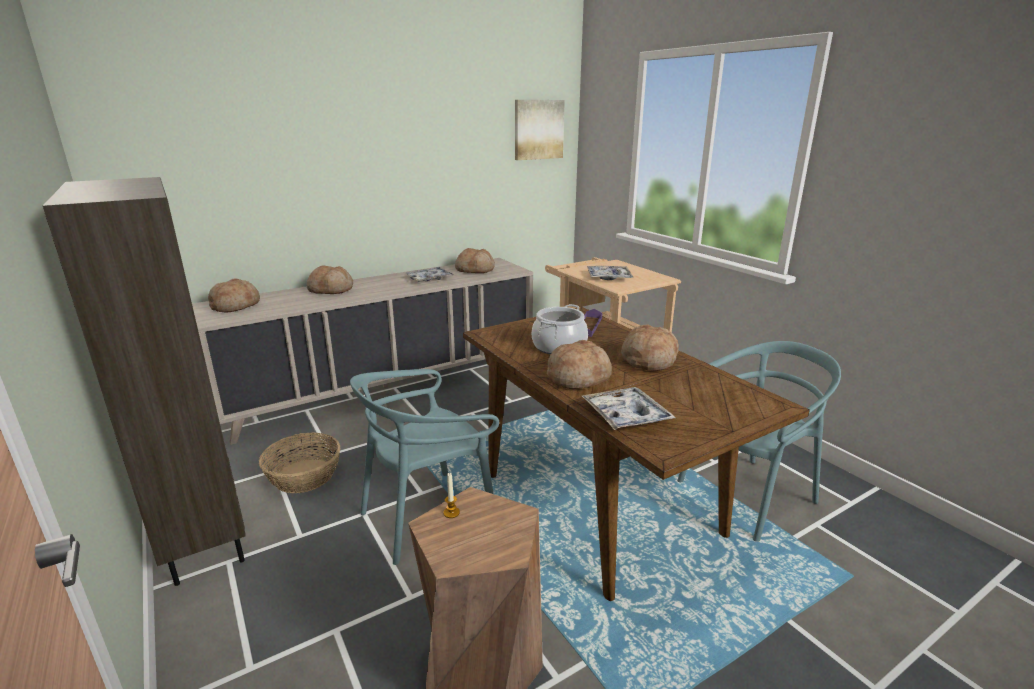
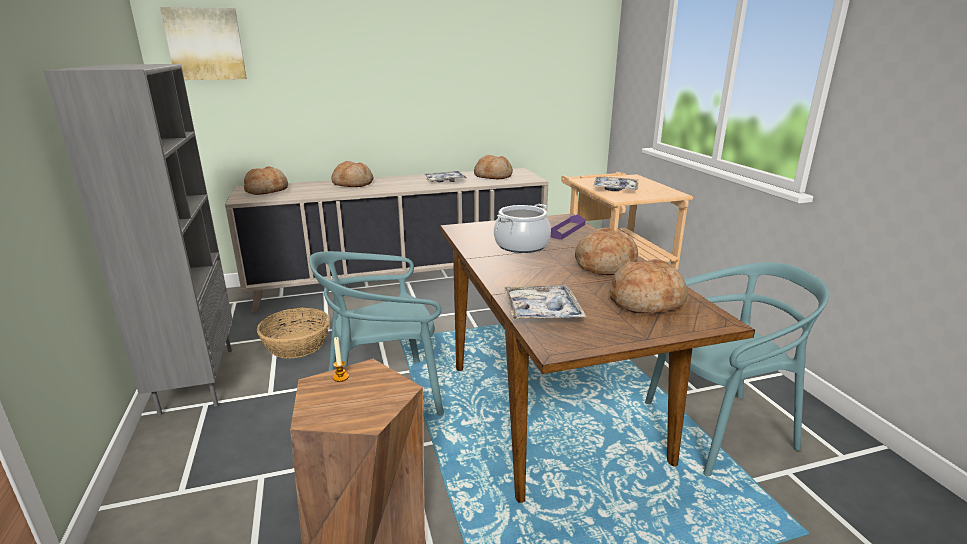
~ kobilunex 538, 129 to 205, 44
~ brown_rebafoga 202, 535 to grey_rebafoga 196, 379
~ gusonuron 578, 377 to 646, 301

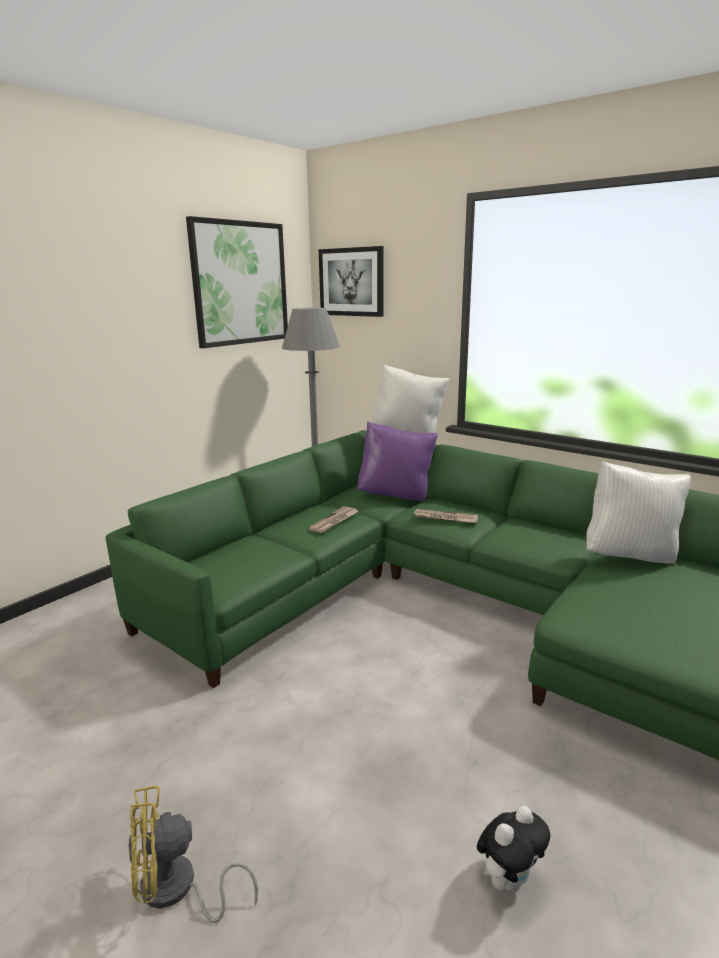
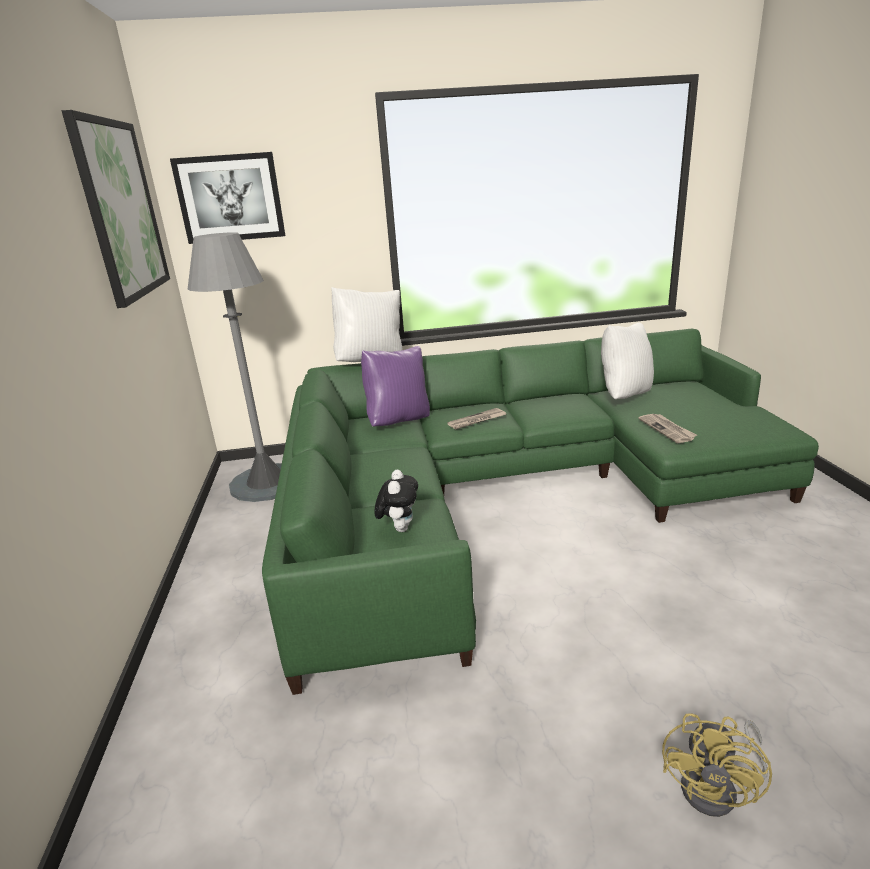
~ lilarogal 334, 521 to 667, 429
~ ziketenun 509, 878 to 399, 528

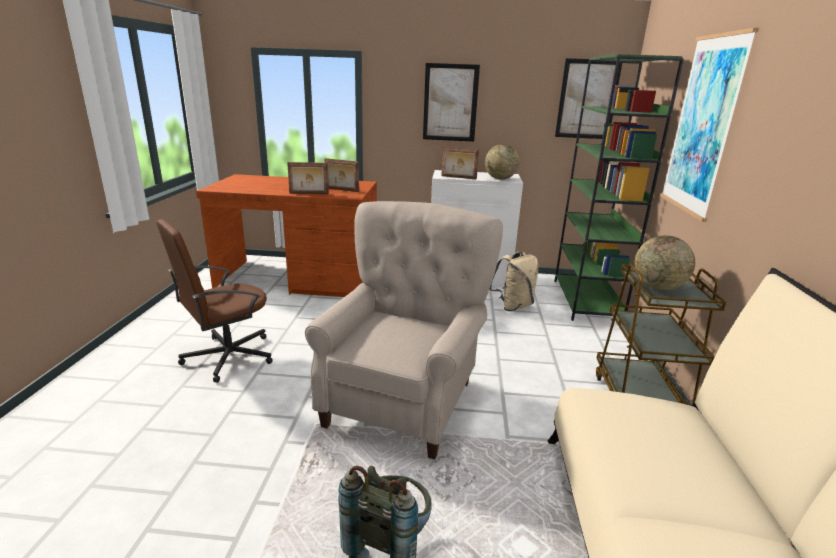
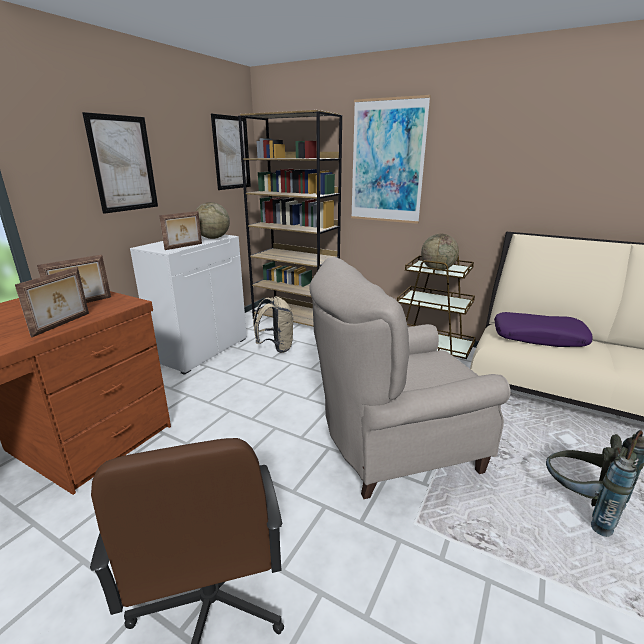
~ green_rebafoga 587, 301 to brown_rebafoga 296, 319
~ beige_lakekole 404, 399 = 392, 448 60 degrees counterclockwise
+ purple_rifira 538, 337

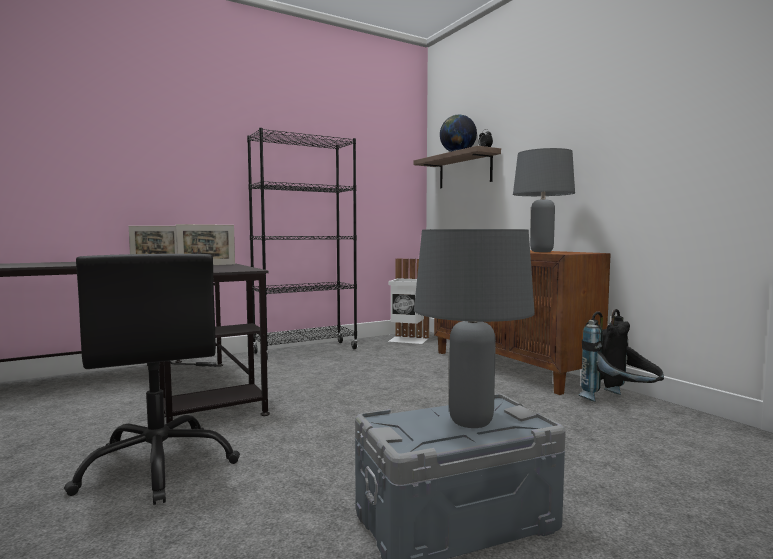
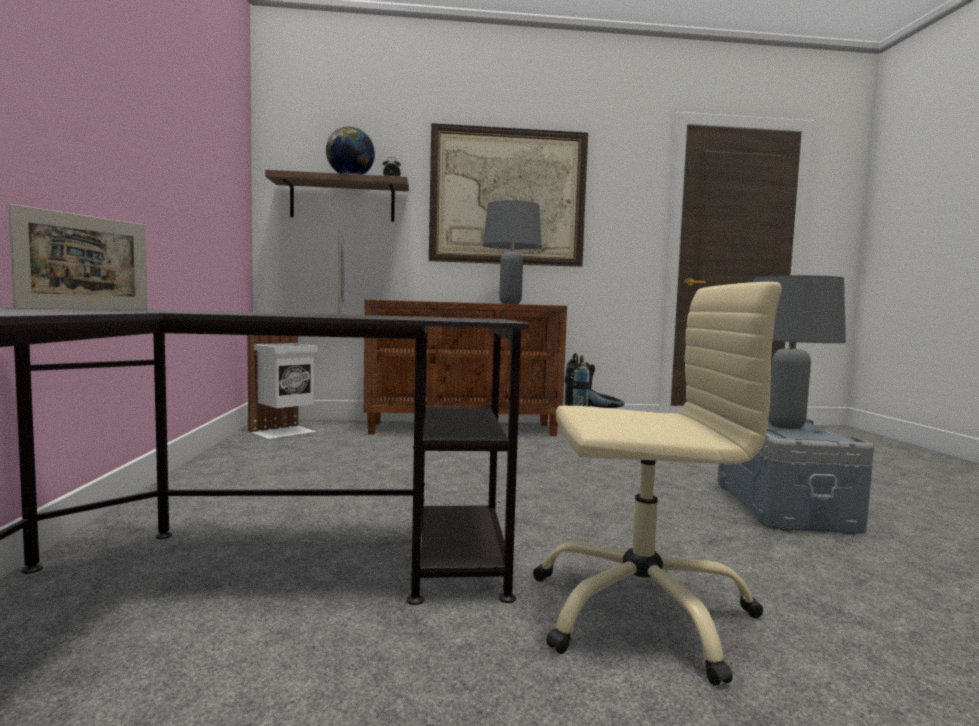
- black_rebafoga 305, 351
~ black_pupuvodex 159, 466 to beige_pupuvodex 640, 611
+ kobilunex 508, 197

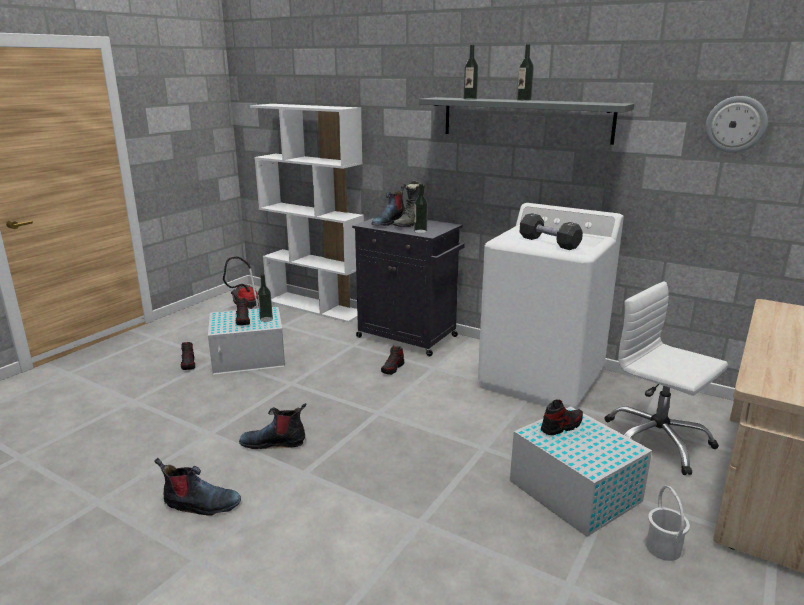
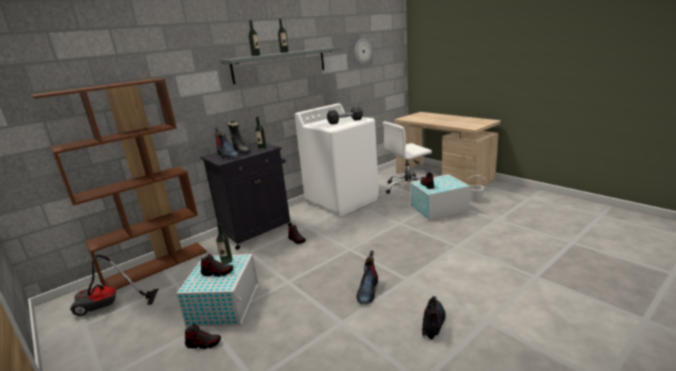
~ white_rebafoga 316, 307 to brown_rebafoga 156, 265

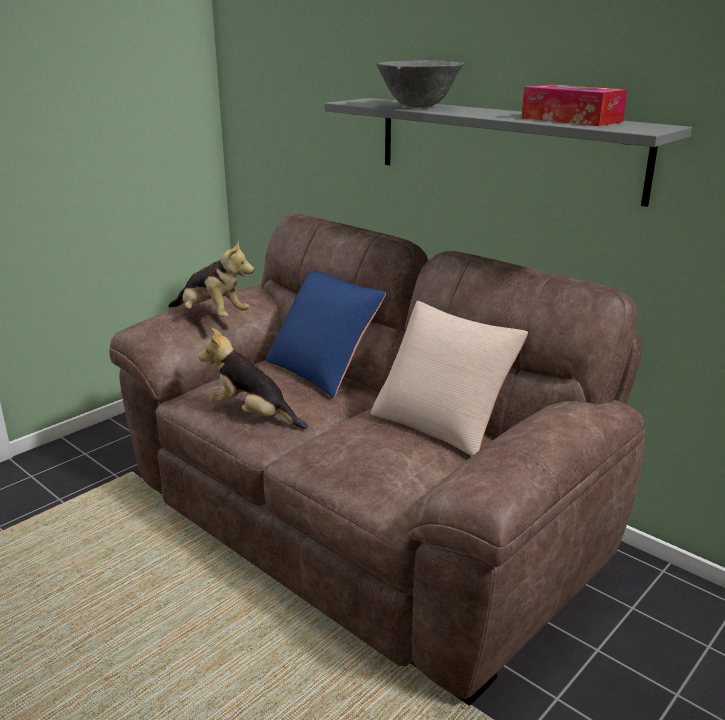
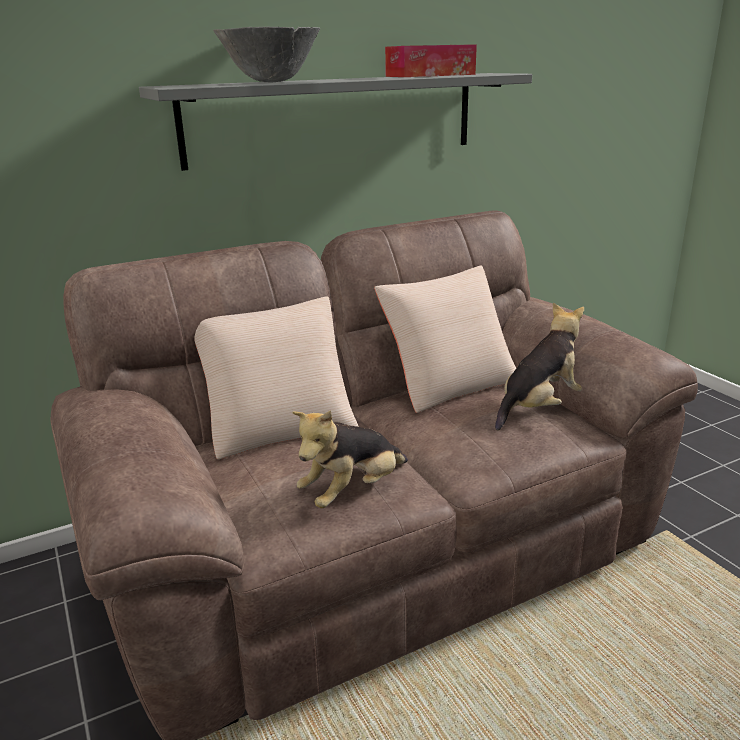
~ ziketenun 212, 316 to 539, 407
~ blue_rifira 323, 369 to beige_rifira 279, 425

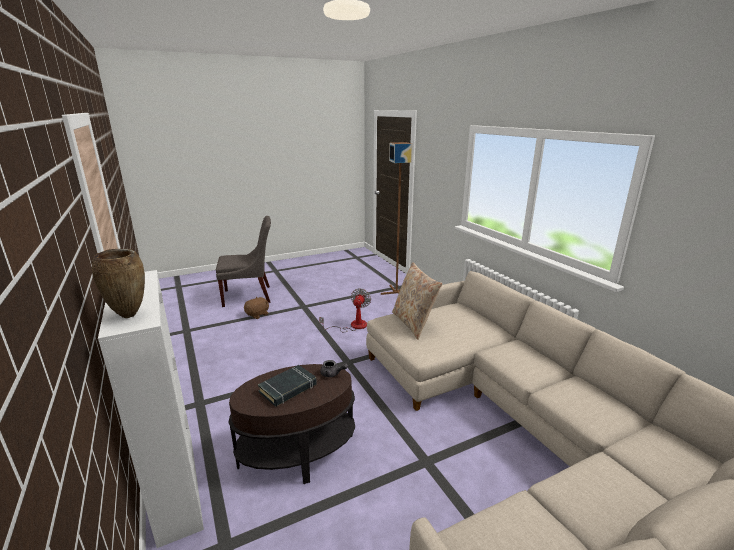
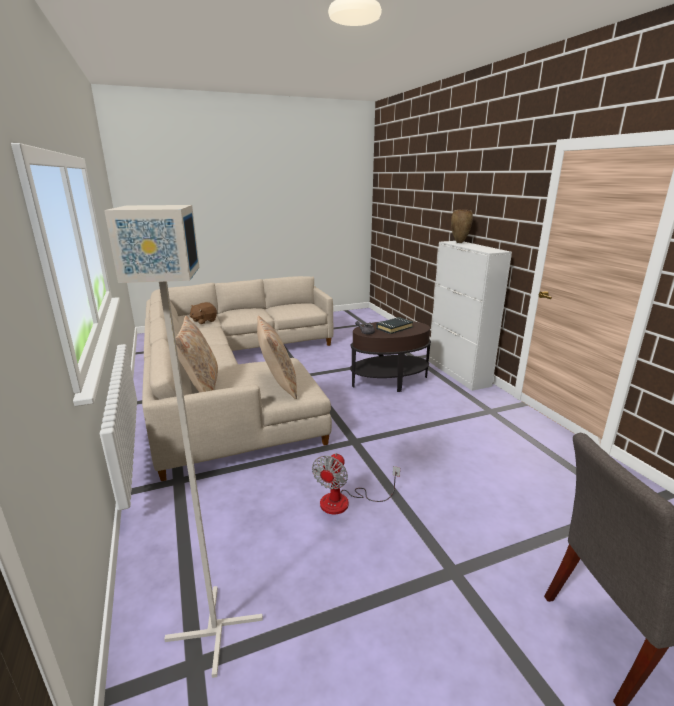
~ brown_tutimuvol 396, 292 to grey_tutimuvol 213, 629
~ brown_ziketenun 258, 315 to 204, 321
+ beige_rifira 201, 387

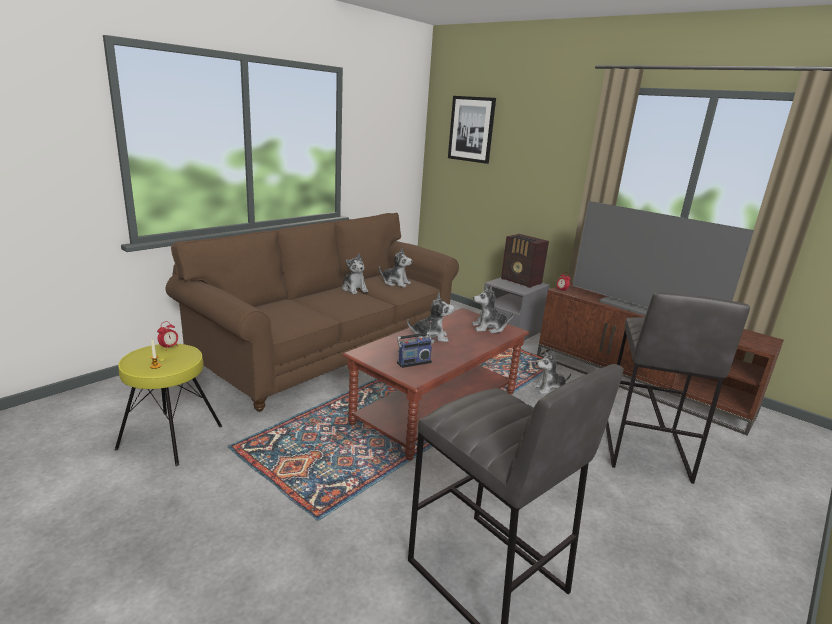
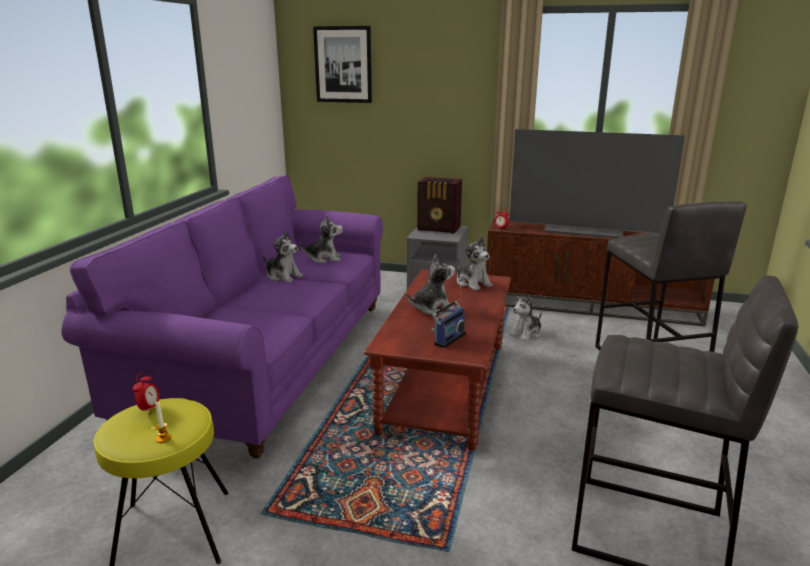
~ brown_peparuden 330, 351 to purple_peparuden 269, 360
~ ziketenun 489, 328 = 472, 283 90 degrees counterclockwise

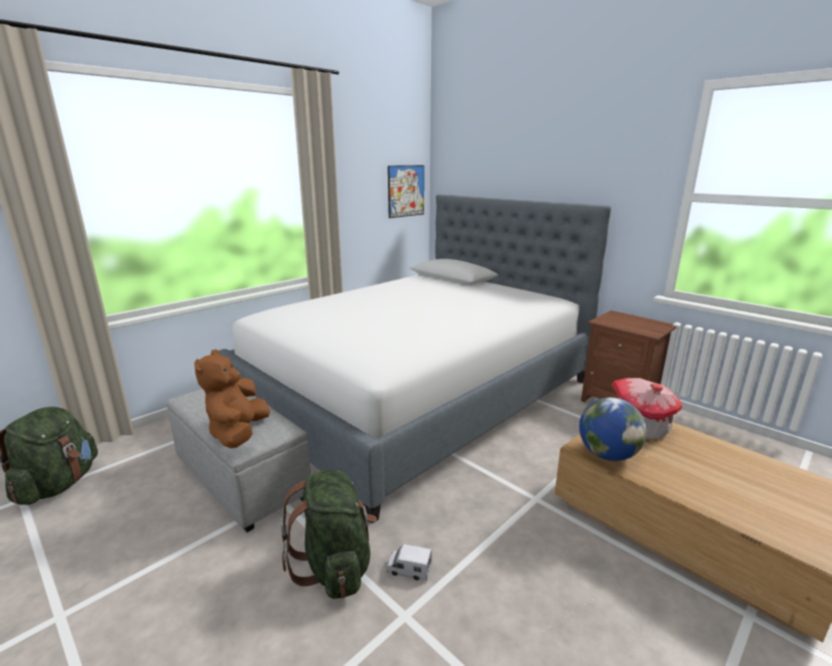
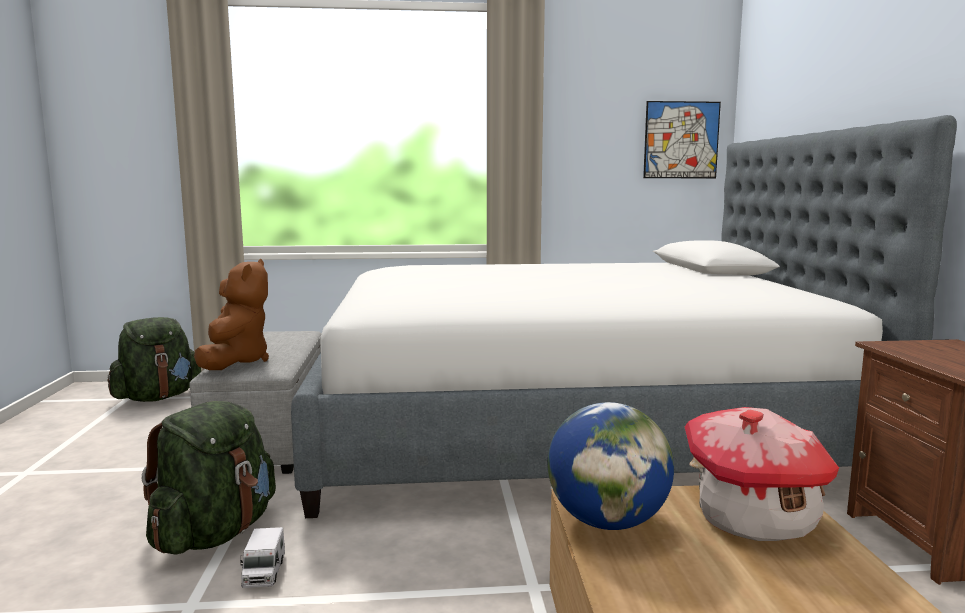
~ brown_ziketenun 239, 433 = 235, 362 135 degrees clockwise
~ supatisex 409, 570 = 264, 572 150 degrees counterclockwise

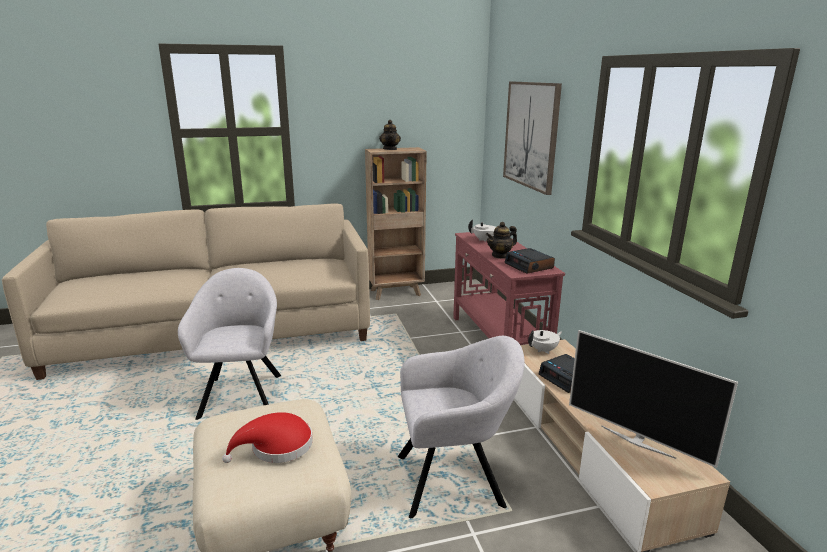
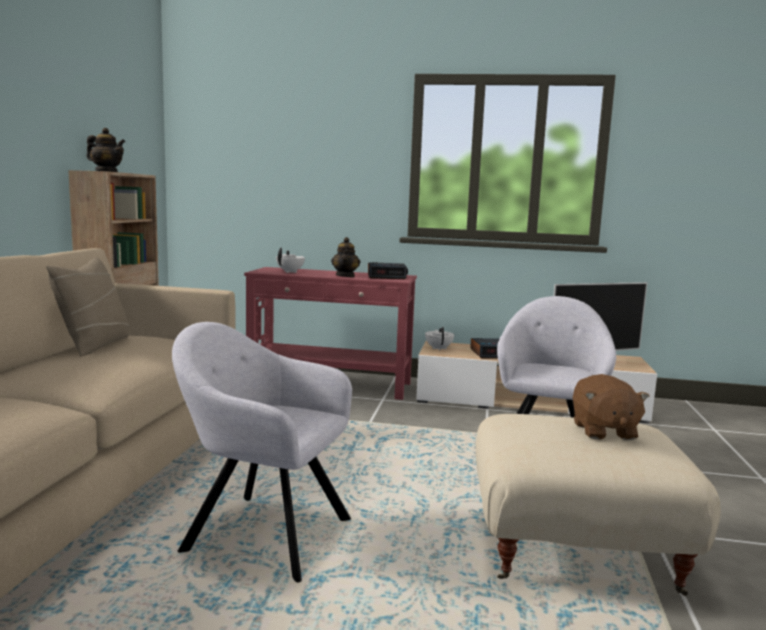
- kobilunex 531, 135
~ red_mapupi 277, 447 to brown_ziketenun 603, 431
+ beige_rifira 94, 345

